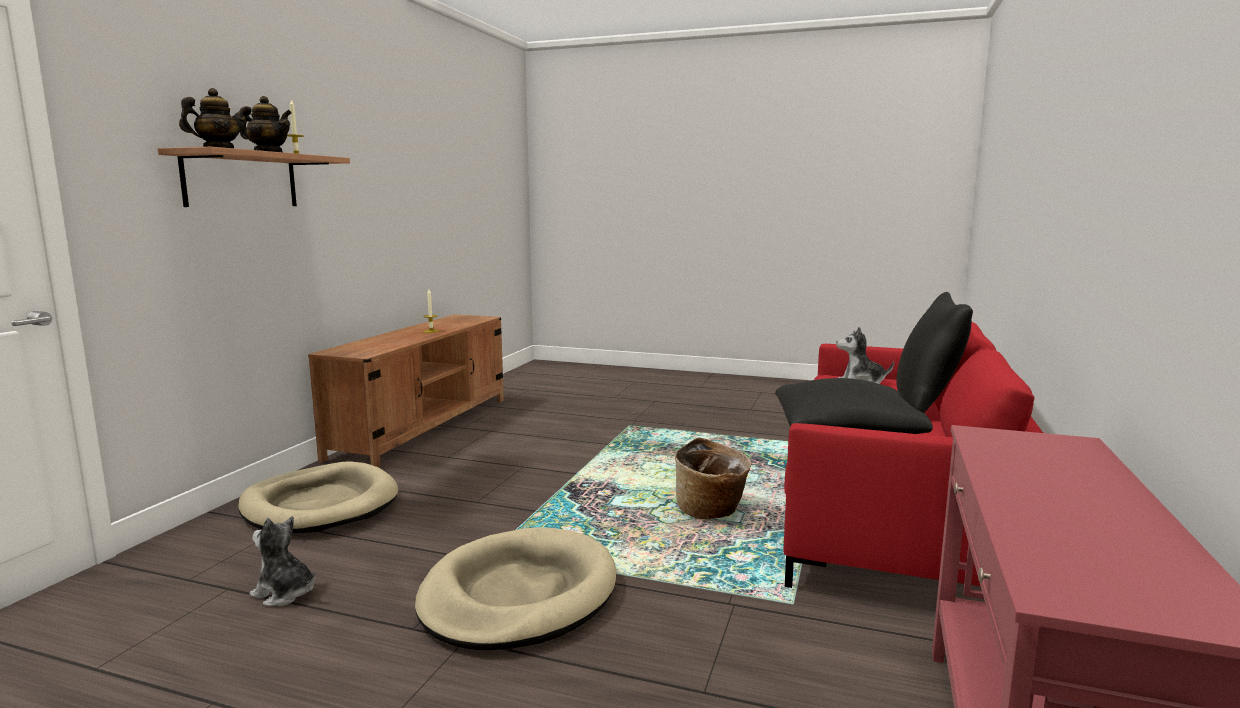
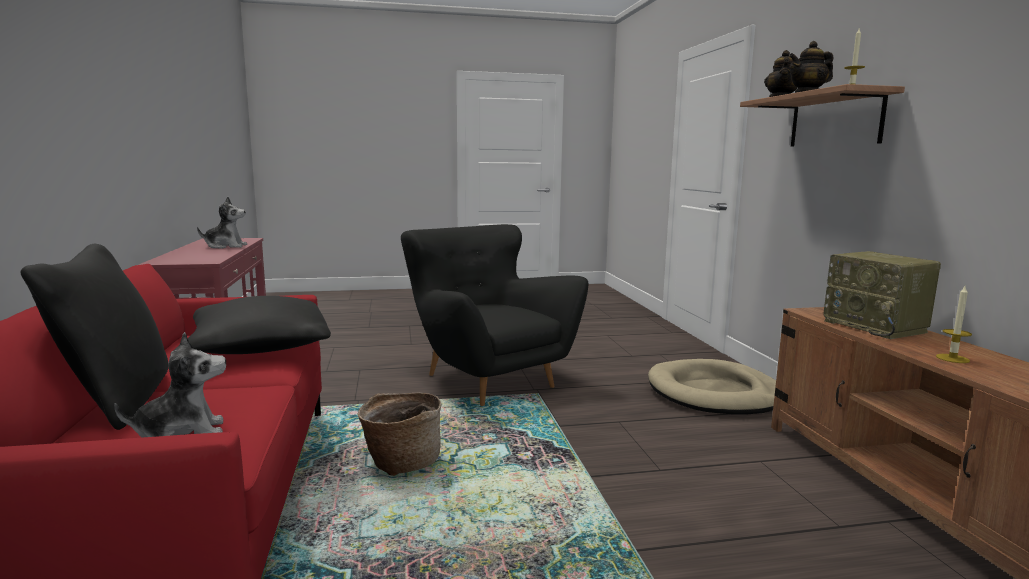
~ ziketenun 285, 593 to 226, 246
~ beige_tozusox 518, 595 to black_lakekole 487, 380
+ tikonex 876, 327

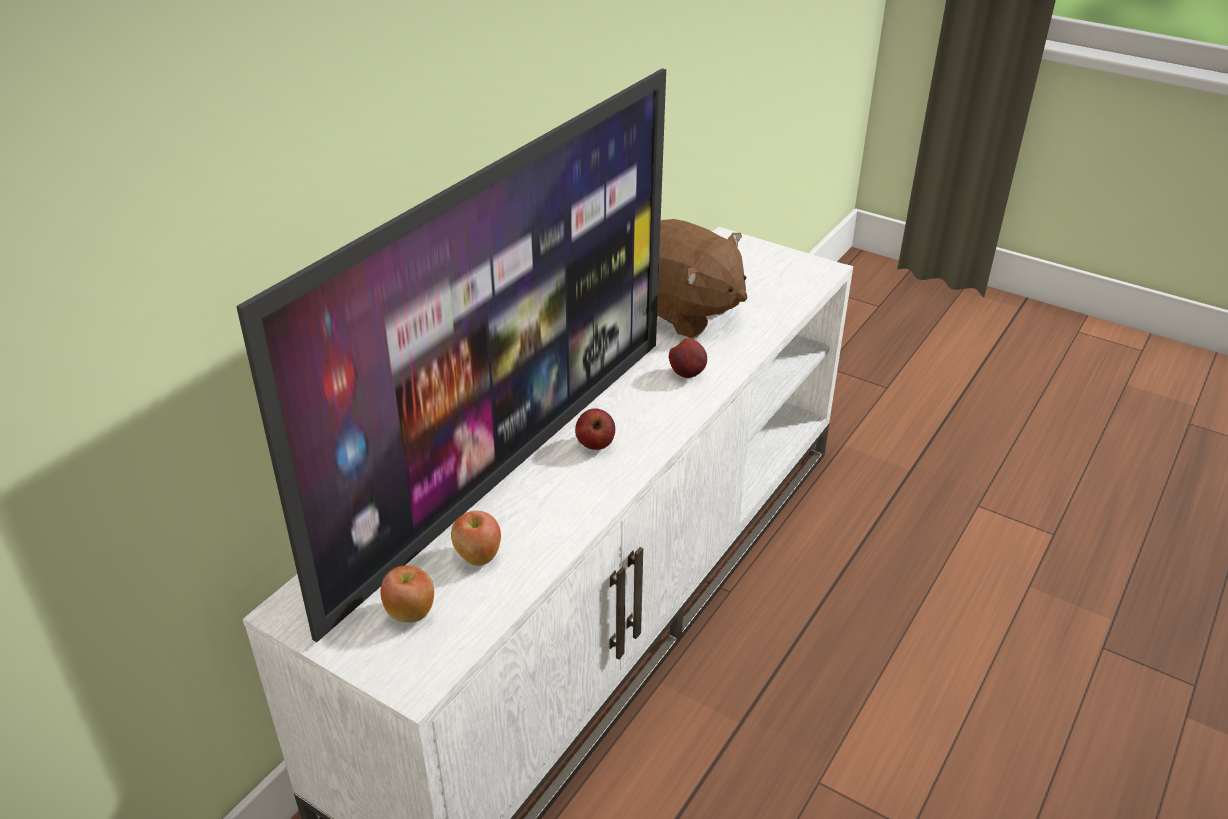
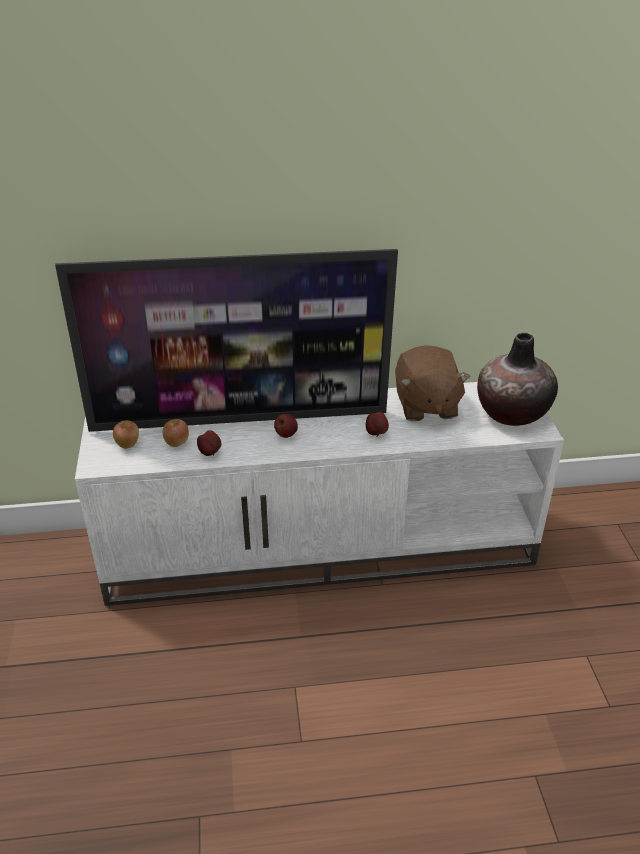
+ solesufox 512, 412
+ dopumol 210, 453

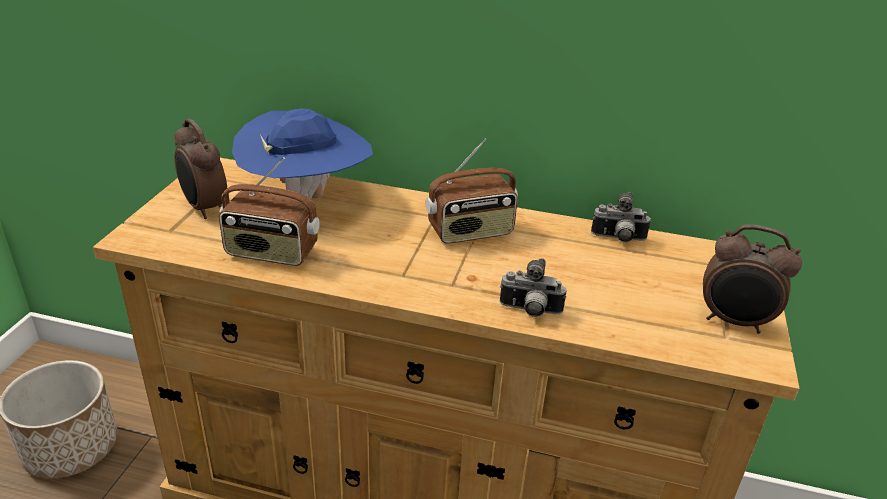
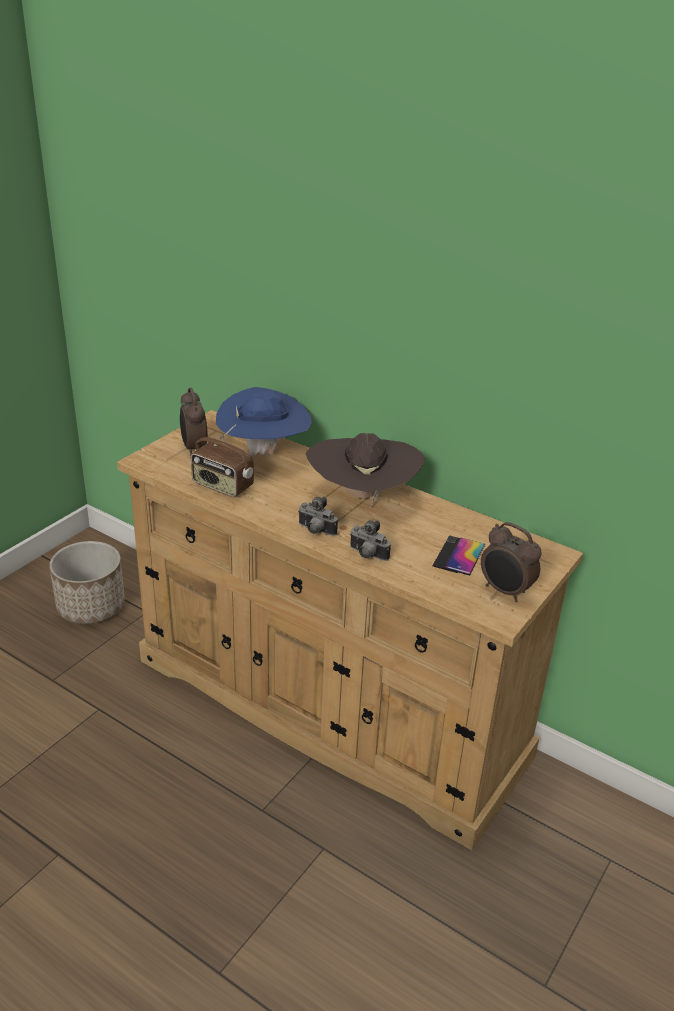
~ tikonex 471, 232 to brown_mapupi 363, 497
~ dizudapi 618, 239 to 315, 531
+ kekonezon 459, 555

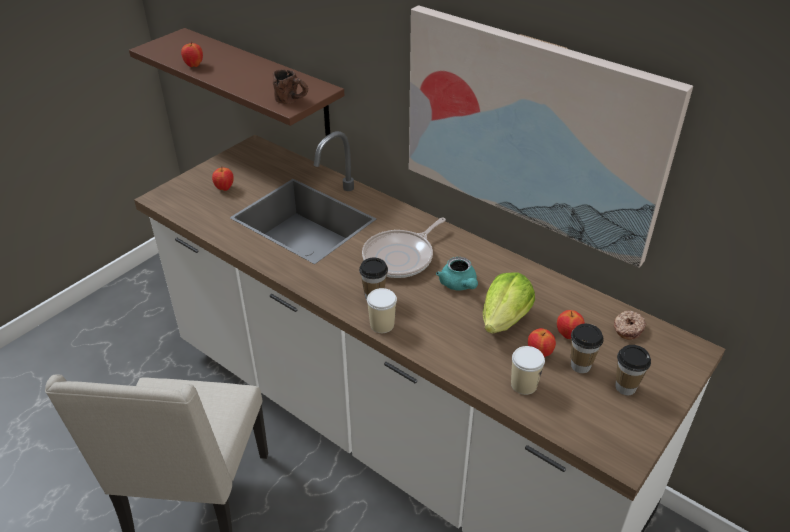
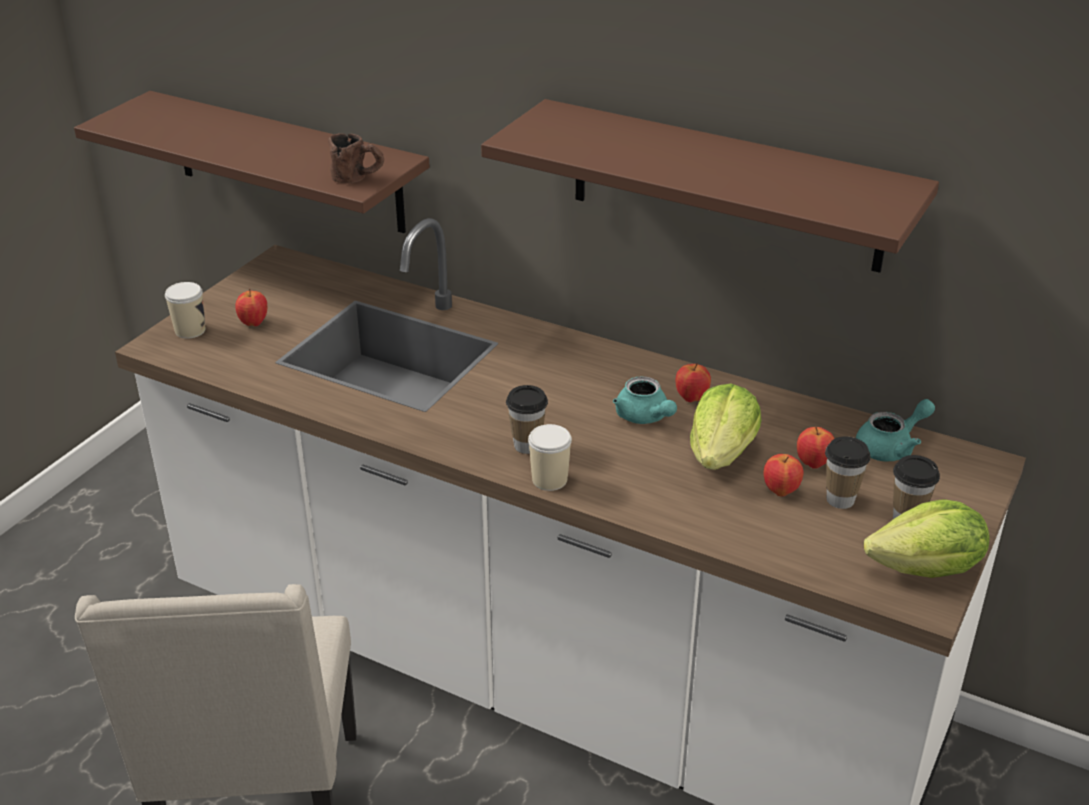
~ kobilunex 531, 131 to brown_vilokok 725, 186
~ dopumol 194, 65 to 691, 398
- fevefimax 401, 257
~ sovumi 627, 328 to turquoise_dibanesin 891, 447
~ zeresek 524, 384 to 190, 330
+ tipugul 927, 570

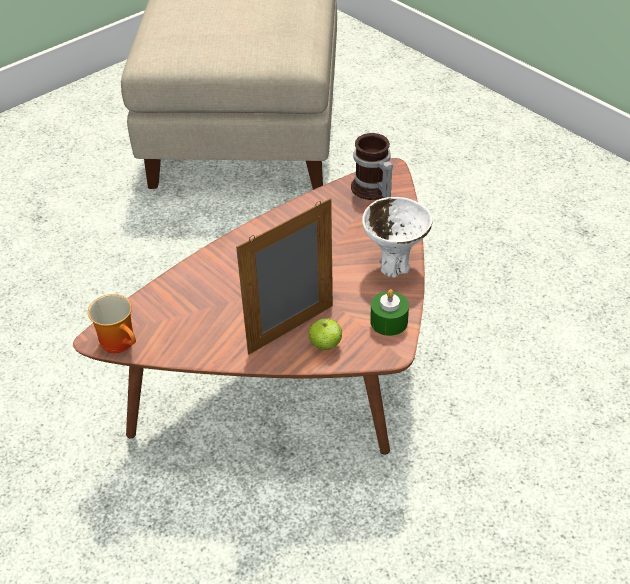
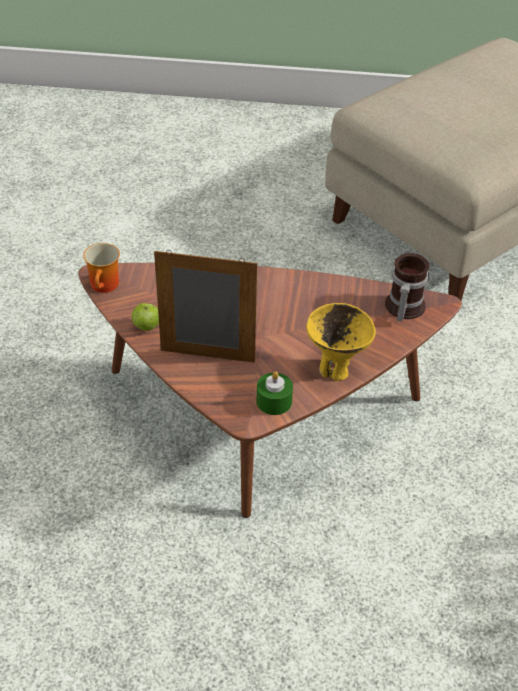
~ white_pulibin 394, 265 to yellow_pulibin 336, 369
~ dopumol 325, 345 to 147, 327

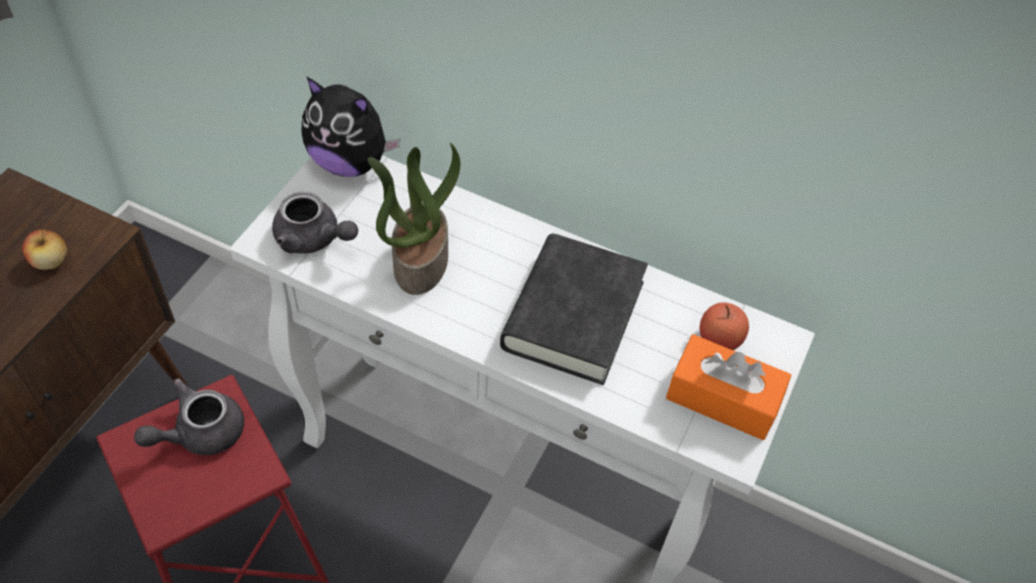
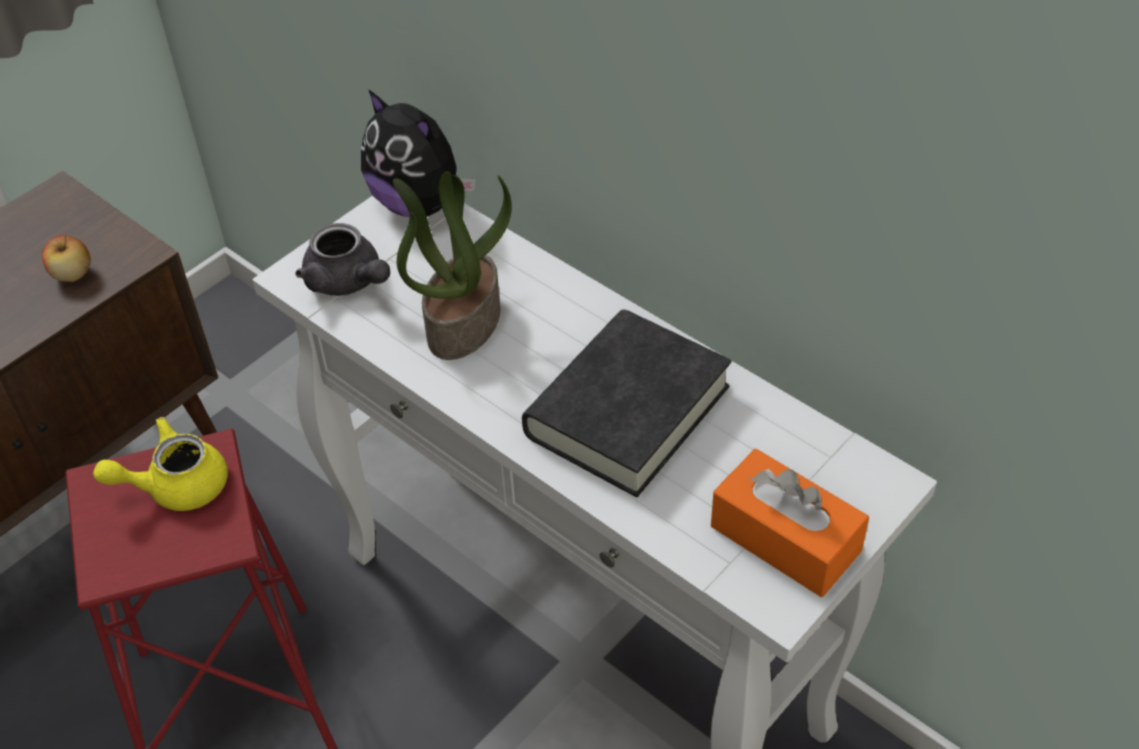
- dopumol 719, 339
~ grey_dibanesin 199, 433 to yellow_dibanesin 175, 485

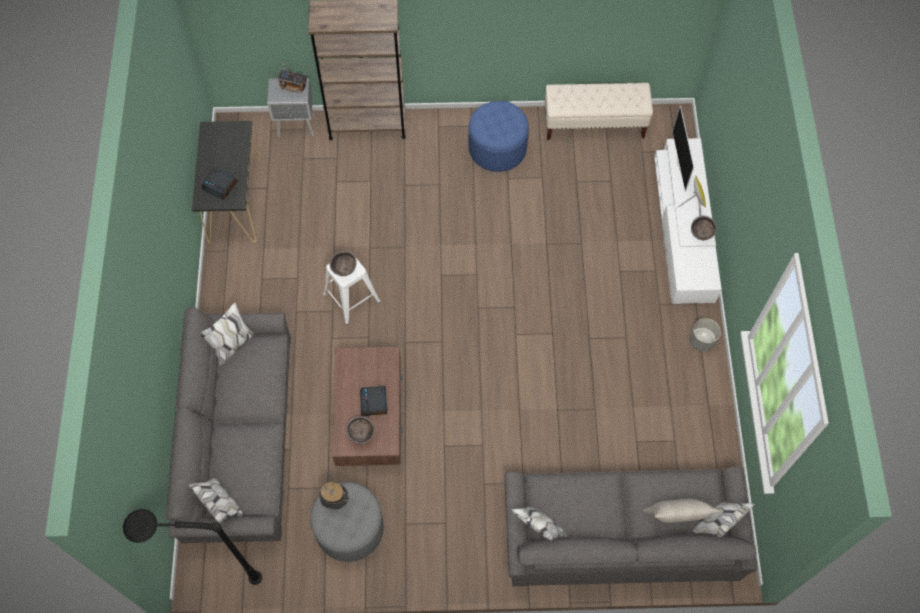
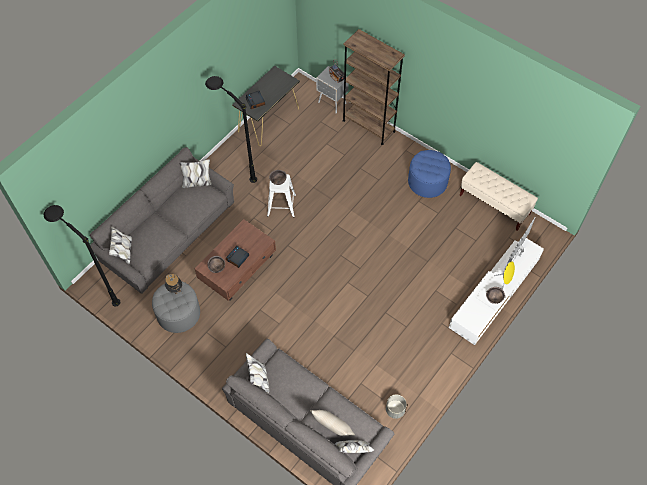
~ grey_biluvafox 701, 341 to 395, 410
+ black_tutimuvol 235, 166

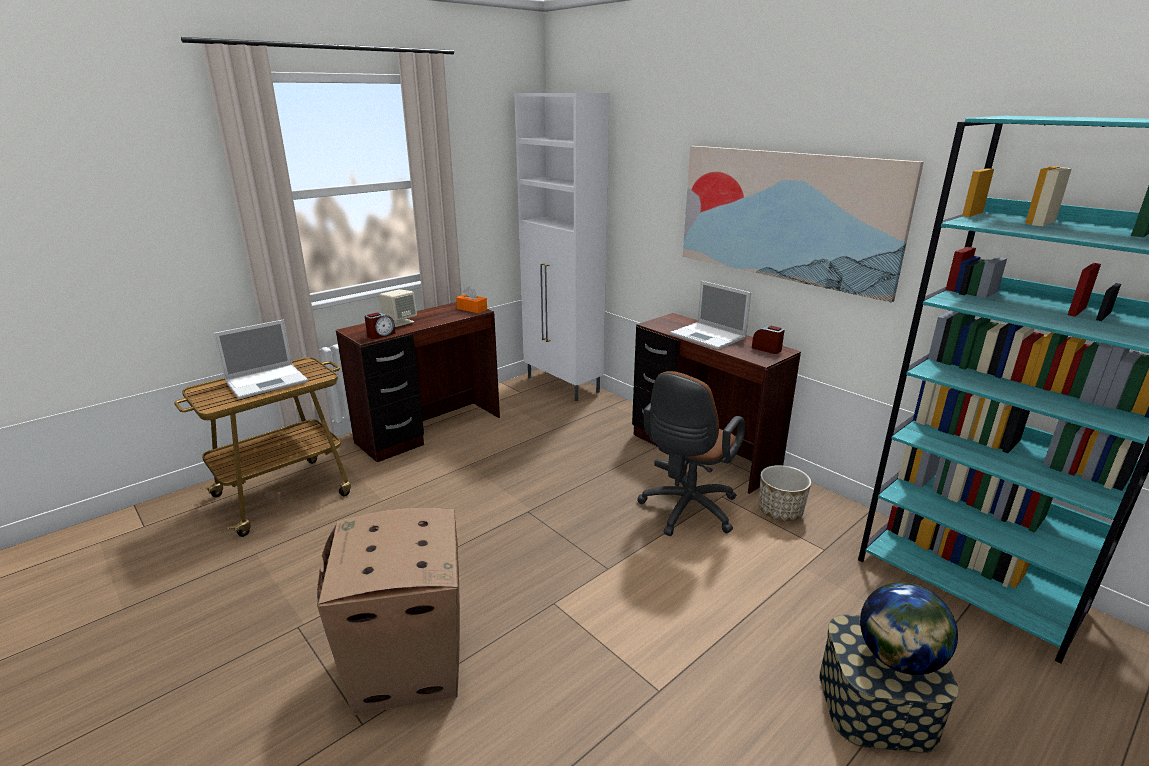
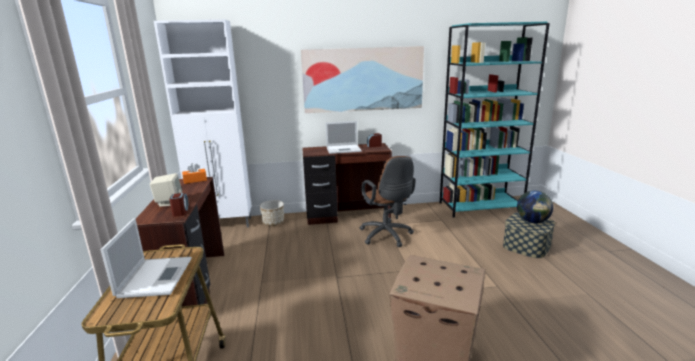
~ biluvafox 780, 511 to 273, 222

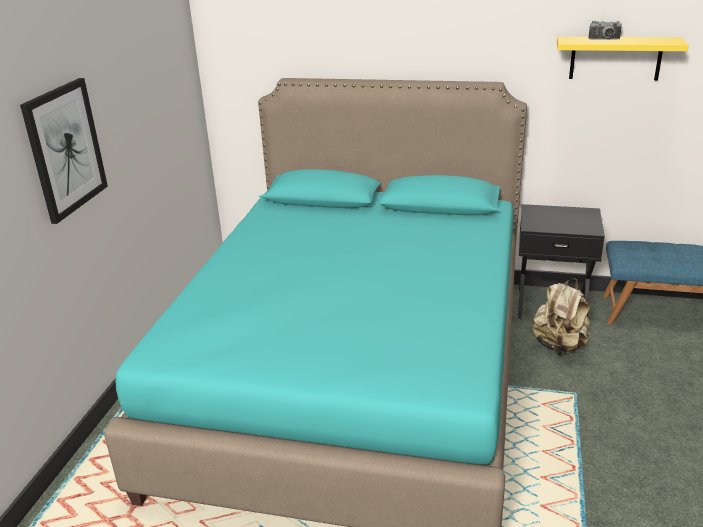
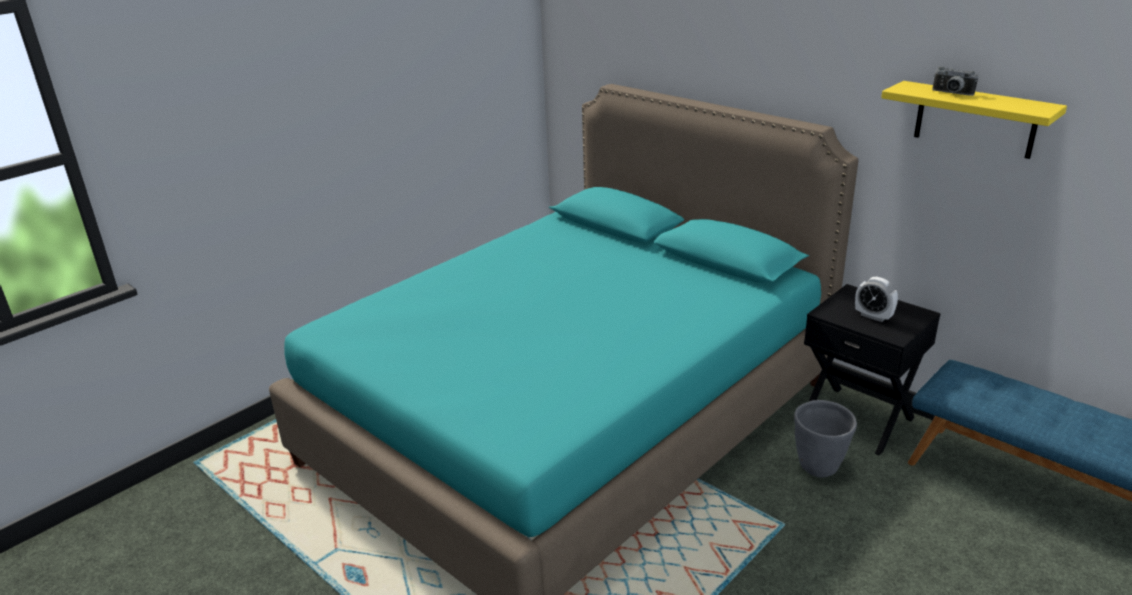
- kobilunex 65, 149
~ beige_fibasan 559, 346 to grey_biluvafox 819, 468
+ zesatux 873, 316

